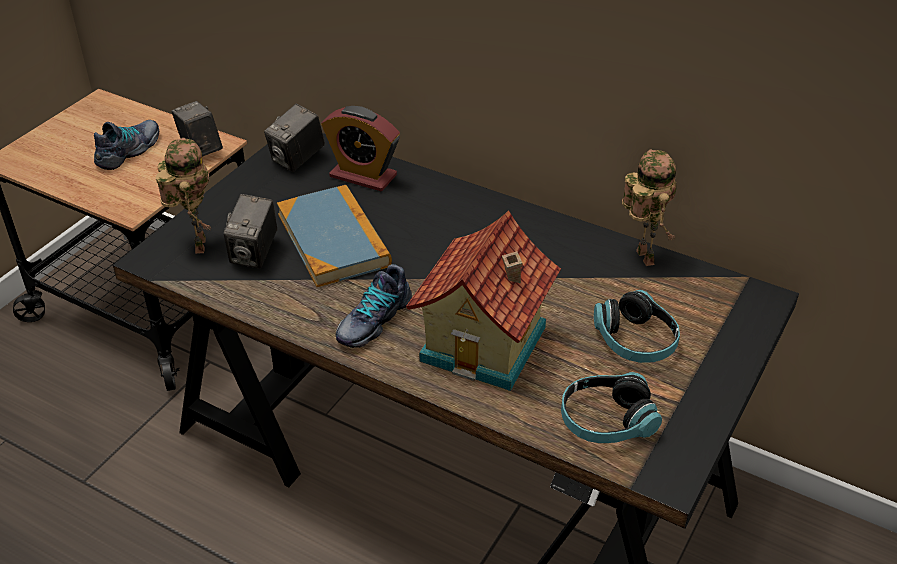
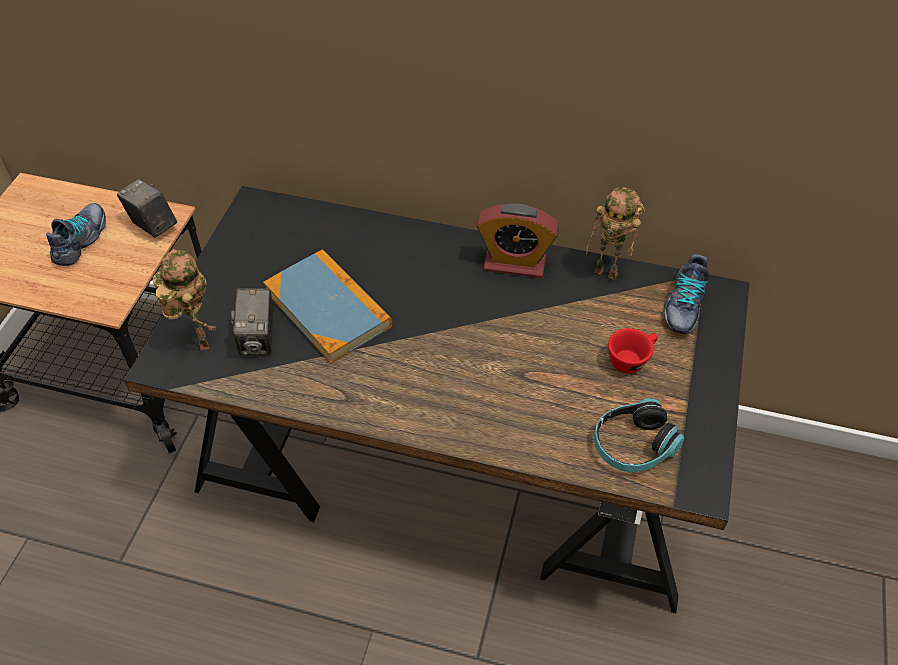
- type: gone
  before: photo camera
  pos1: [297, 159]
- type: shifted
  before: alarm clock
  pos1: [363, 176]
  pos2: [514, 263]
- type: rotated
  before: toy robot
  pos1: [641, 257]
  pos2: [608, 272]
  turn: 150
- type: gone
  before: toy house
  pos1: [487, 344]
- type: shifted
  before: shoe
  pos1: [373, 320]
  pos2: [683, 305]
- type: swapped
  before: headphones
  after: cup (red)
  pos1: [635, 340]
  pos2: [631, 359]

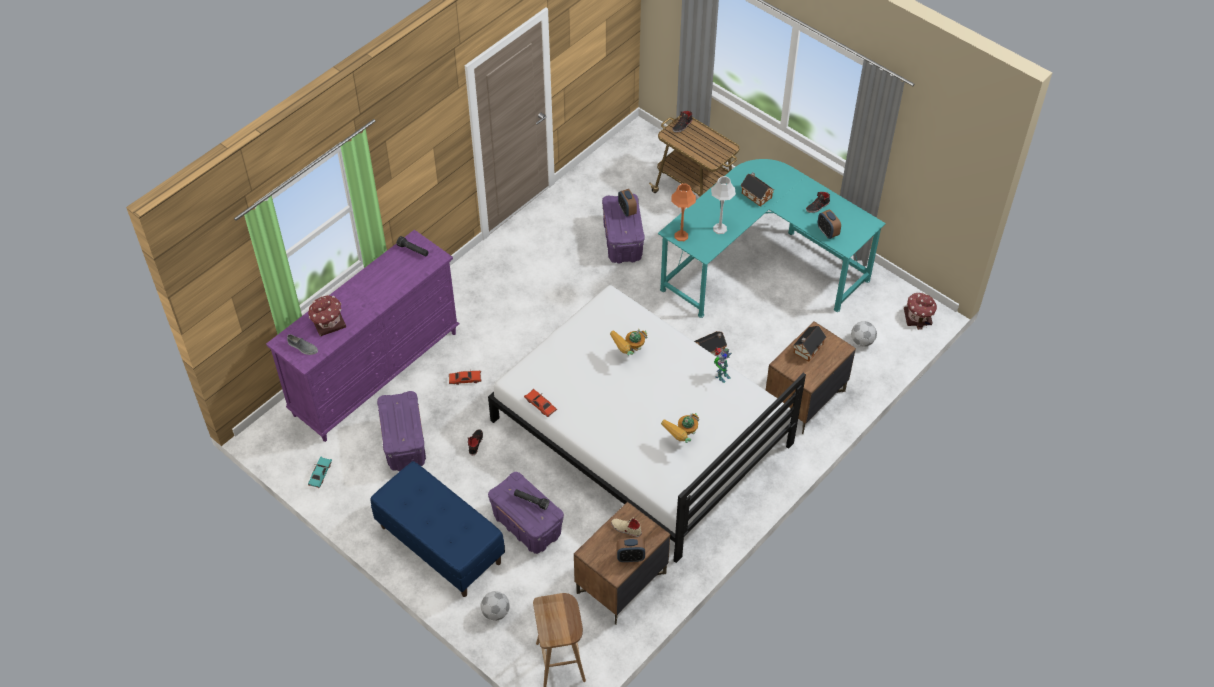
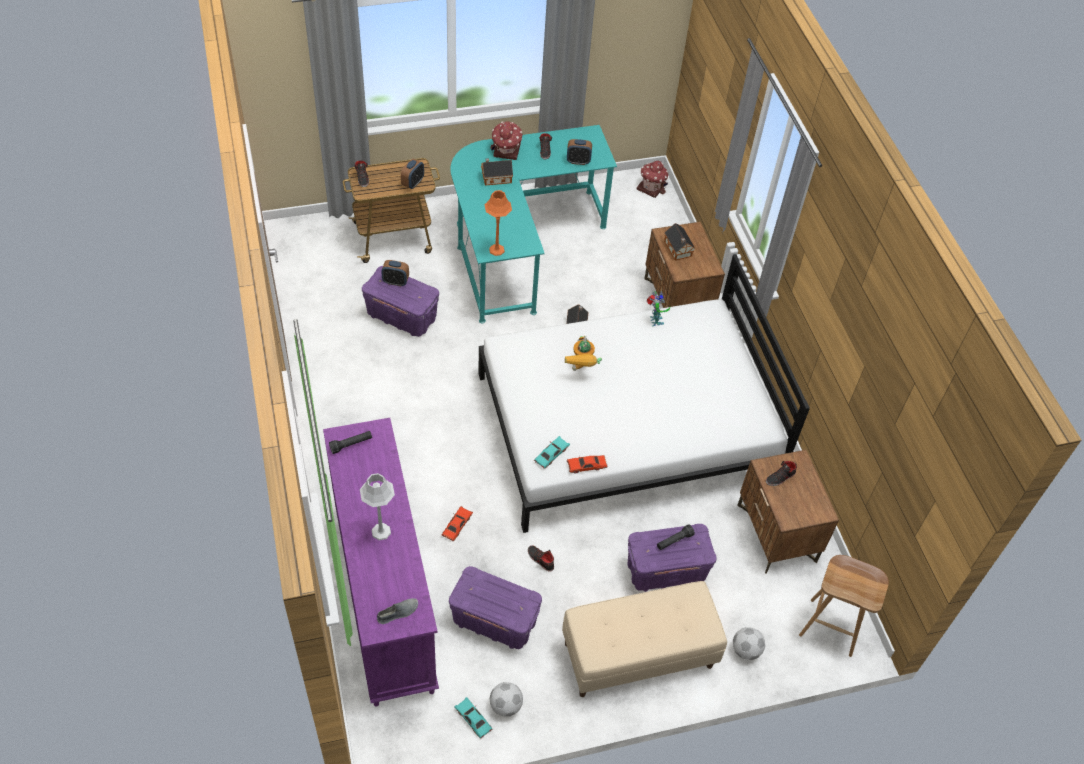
- type: shifted
  before: table lamp (grey)
  pos1: [720, 228]
  pos2: [381, 531]
- type: shifted
  before: toy house
  pos1: [328, 323]
  pos2: [506, 151]
- type: shifted
  before: football
  pos1: [862, 341]
  pos2: [506, 705]
- type: gone
  before: toy robot
  pos1: [681, 441]
- type: repainted
  before: bench (blue)
  after: bench (beige)
  pos1: [439, 545]
  pos2: [638, 656]
- type: repainted
  before: shoe (beige)
  after: shoe (black)
  pos1: [626, 529]
  pos2: [780, 478]
- type: shifted
  before: alarm clock
  pos1: [630, 557]
  pos2: [413, 183]
- type: new
  after: toy car (turquoise)
  pos2: [551, 455]

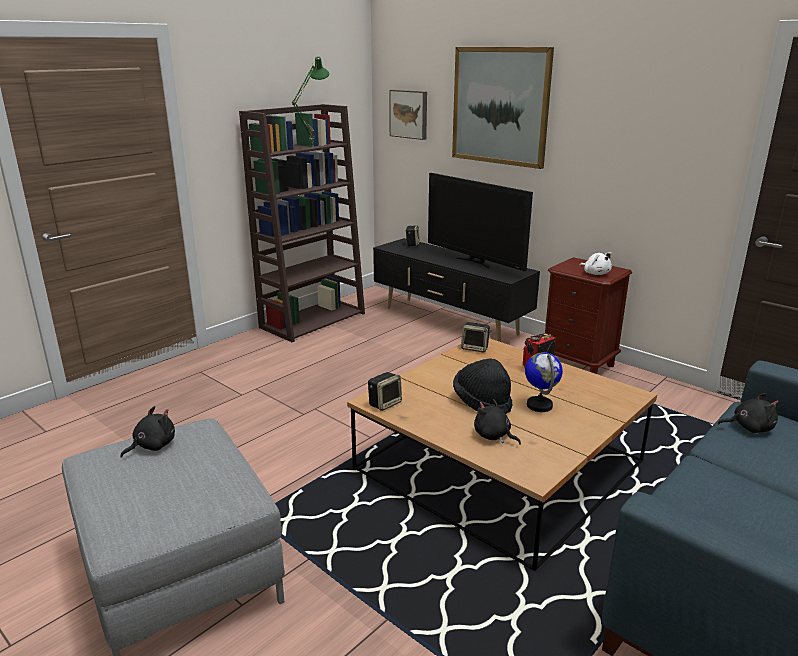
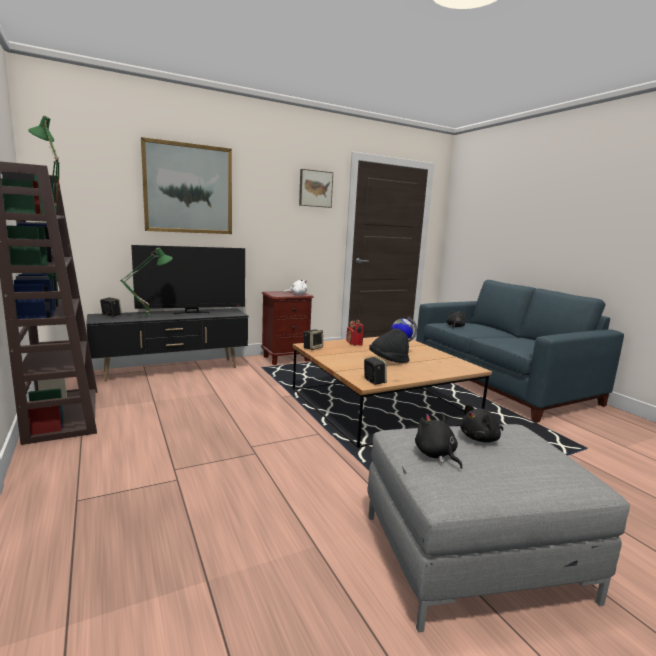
- type: shifted
  before: picture
  pos1: [409, 114]
  pos2: [315, 188]
- type: shifted
  before: plush toy (black)
  pos1: [493, 436]
  pos2: [480, 438]
- type: new
  after: table lamp (green)
  pos2: [149, 318]

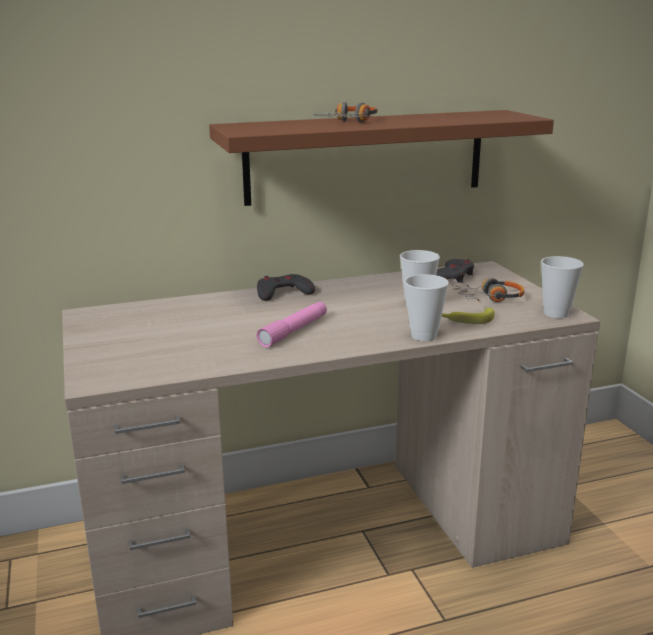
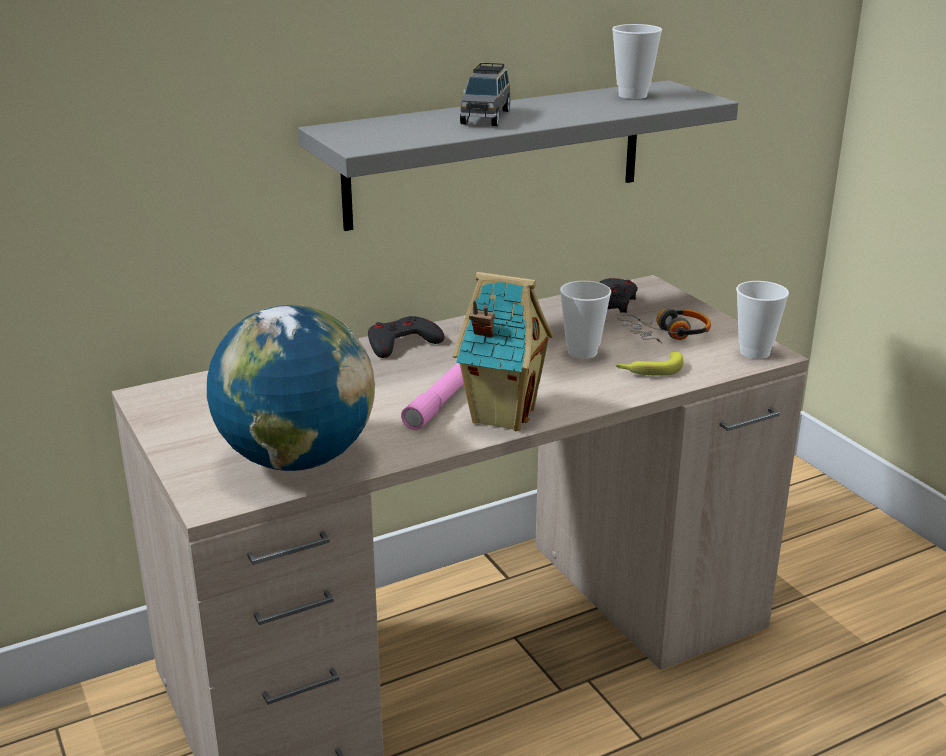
- type: swapped
  before: headphones
  after: toy car (grey)
  pos1: [350, 122]
  pos2: [486, 117]
- type: repainted
  before: shelf (brown)
  after: shelf (grey)
  pos1: [366, 156]
  pos2: [497, 153]
- type: shifted
  before: cup
  pos1: [424, 336]
  pos2: [633, 95]
- type: new
  after: toy house
  pos2: [501, 415]
- type: new
  after: globe
  pos2: [297, 460]

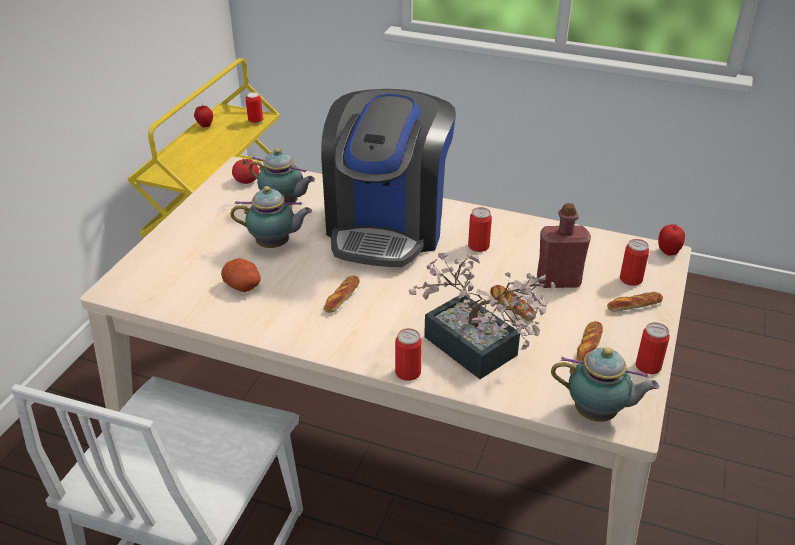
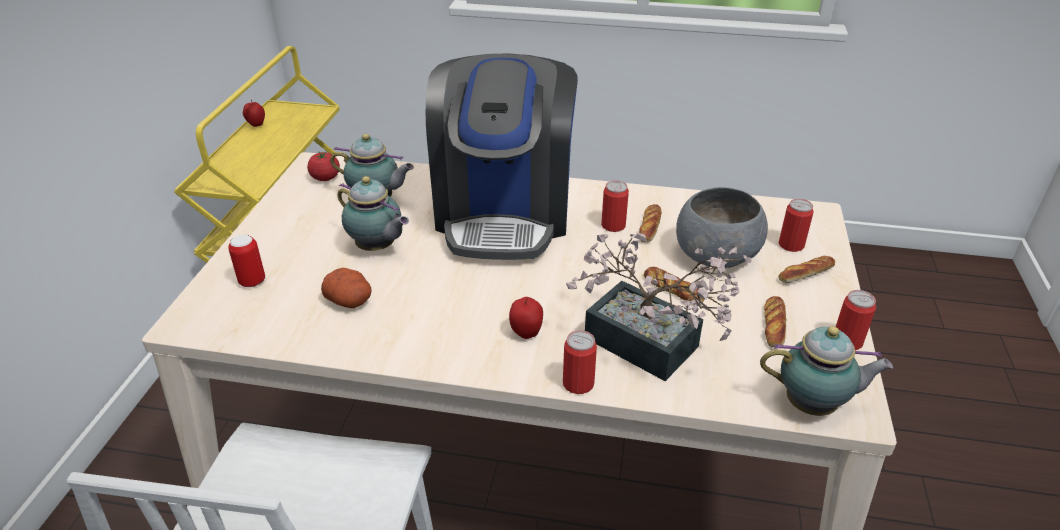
- type: shifted
  before: can
  pos1: [255, 121]
  pos2: [252, 281]
- type: rotated
  before: teapot
  pos1: [275, 245]
  pos2: [377, 248]
  turn: 45
- type: swapped
  before: bottle (red)
  after: bowl (grey)
  pos1: [558, 281]
  pos2: [714, 255]
- type: shifted
  before: apple
  pos1: [668, 252]
  pos2: [526, 333]
- type: shifted
  before: bread
  pos1: [342, 297]
  pos2: [650, 227]

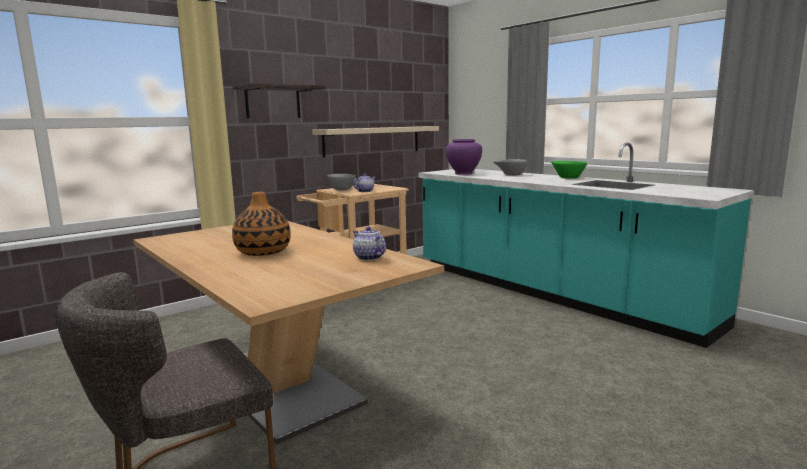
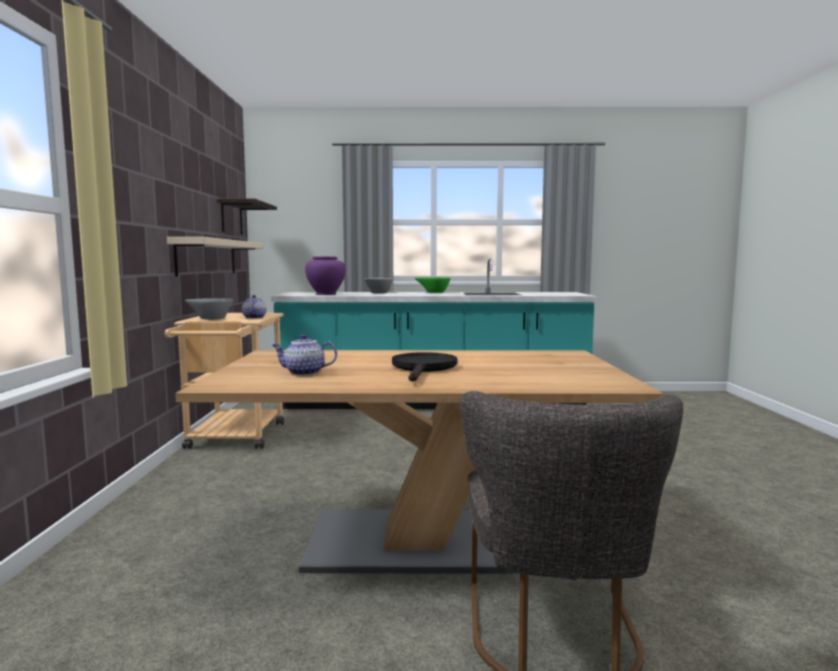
- type: shifted
  before: shelf
  pos1: [273, 102]
  pos2: [231, 218]
- type: swapped
  before: vase
  after: frying pan (black)
  pos1: [263, 252]
  pos2: [423, 368]
- type: shifted
  before: teapot
  pos1: [368, 257]
  pos2: [303, 373]

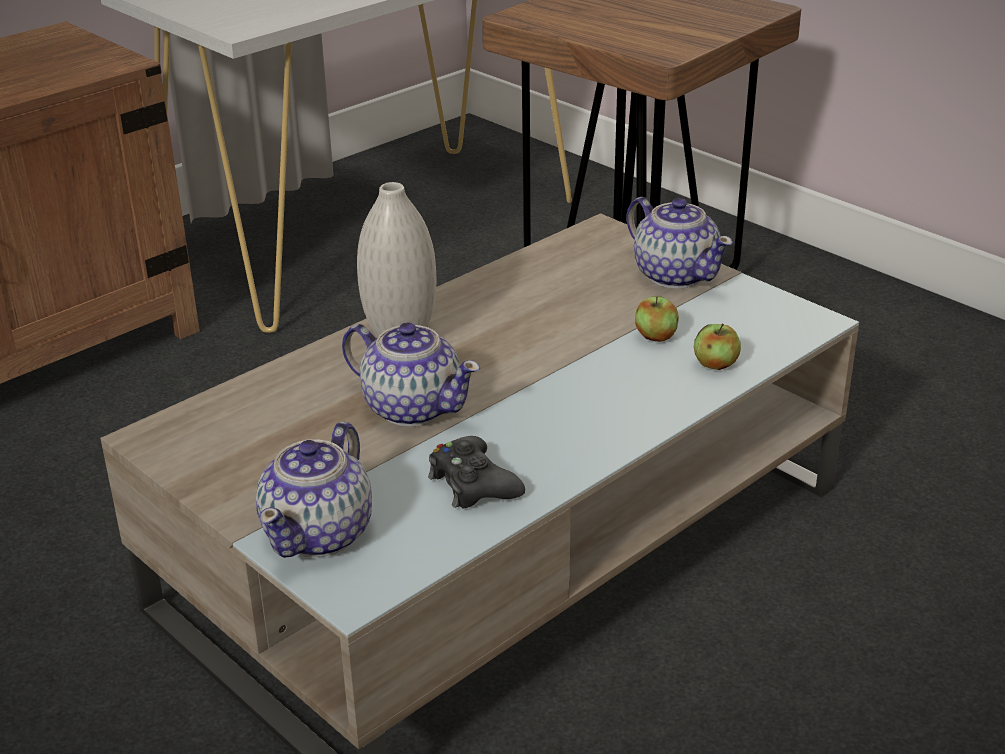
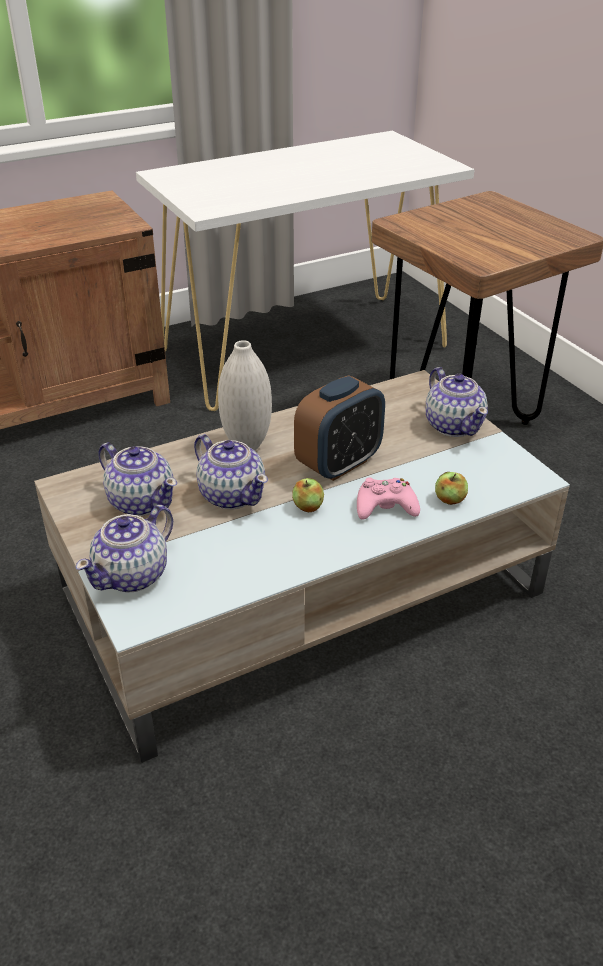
- type: shifted
  before: apple
  pos1: [655, 336]
  pos2: [308, 507]
- type: gone
  before: game controller (black)
  pos1: [473, 484]
- type: new
  after: alarm clock
  pos2: [339, 464]
- type: new
  after: teapot
  pos2: [141, 501]
- type: new
  after: game controller (pink)
  pos2: [385, 507]

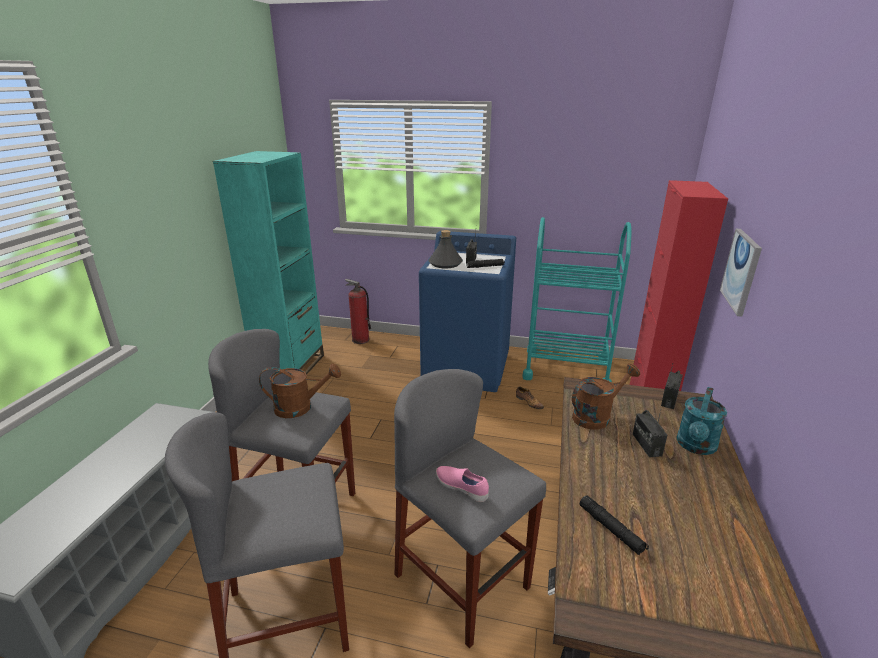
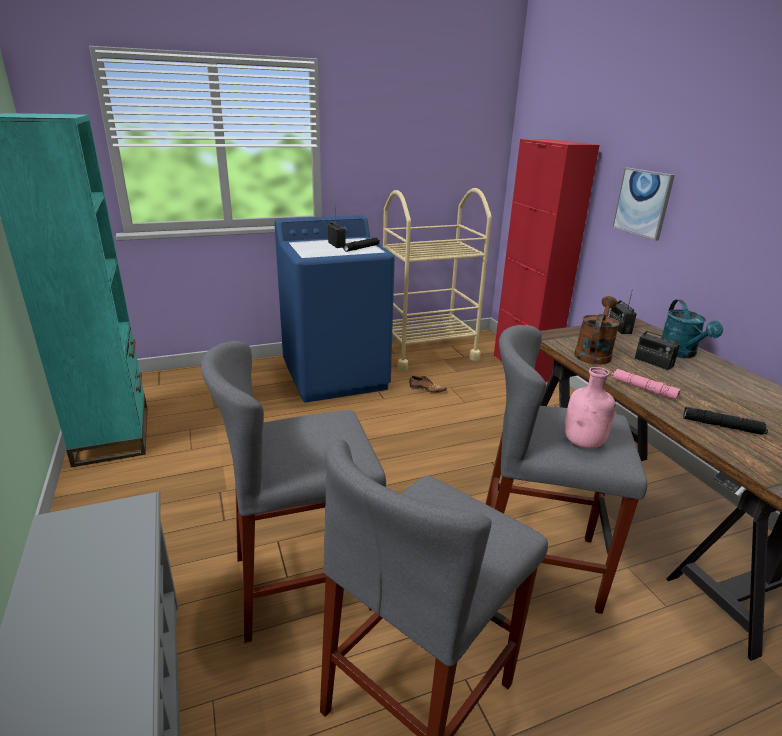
- type: repainted
  before: cart (turquoise)
  after: cart (beige)
  pos1: [566, 368]
  pos2: [427, 352]
- type: gone
  before: bottle (grey)
  pos1: [445, 264]
- type: gone
  before: fire extinguisher
  pos1: [360, 340]
- type: gone
  before: watering can (brown)
  pos1: [300, 407]
- type: swapped
  before: shoe (pink)
  after: bottle (pink)
  pos1: [462, 488]
  pos2: [584, 443]
- type: new
  after: flashlight (pink)
  pos2: [643, 389]

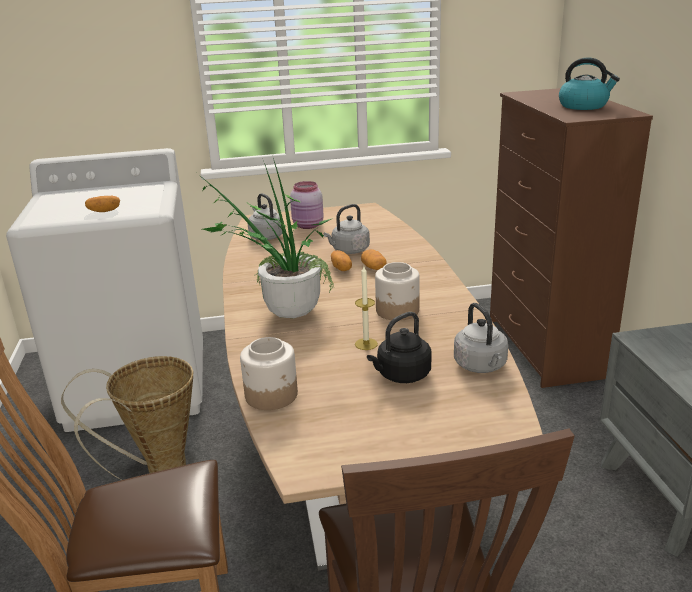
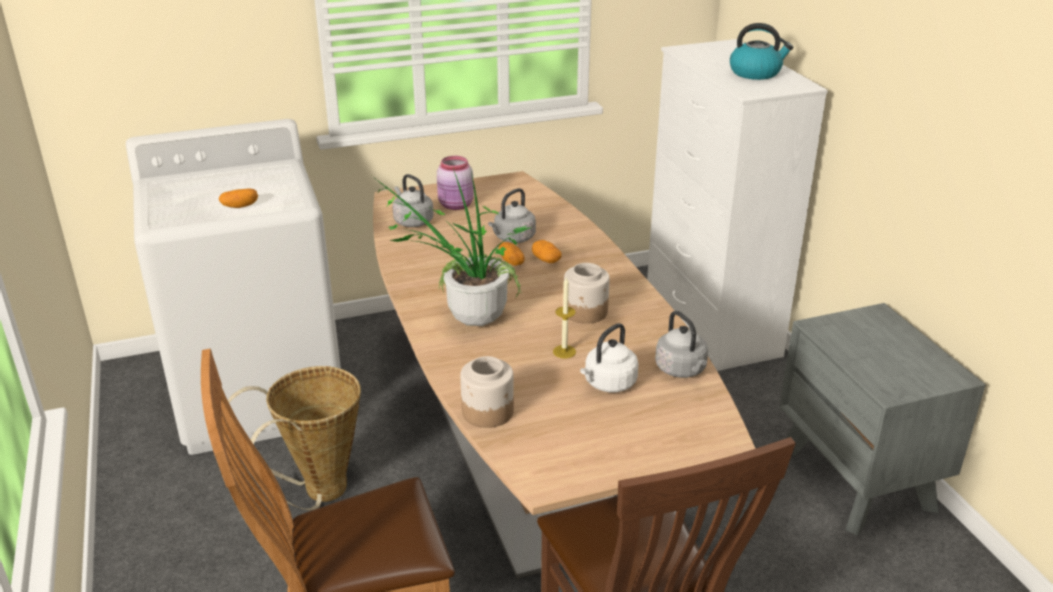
- type: repainted
  before: dresser (brown)
  after: dresser (white)
  pos1: [545, 348]
  pos2: [710, 325]
- type: repainted
  before: kettle (black)
  after: kettle (white)
  pos1: [401, 375]
  pos2: [608, 384]

